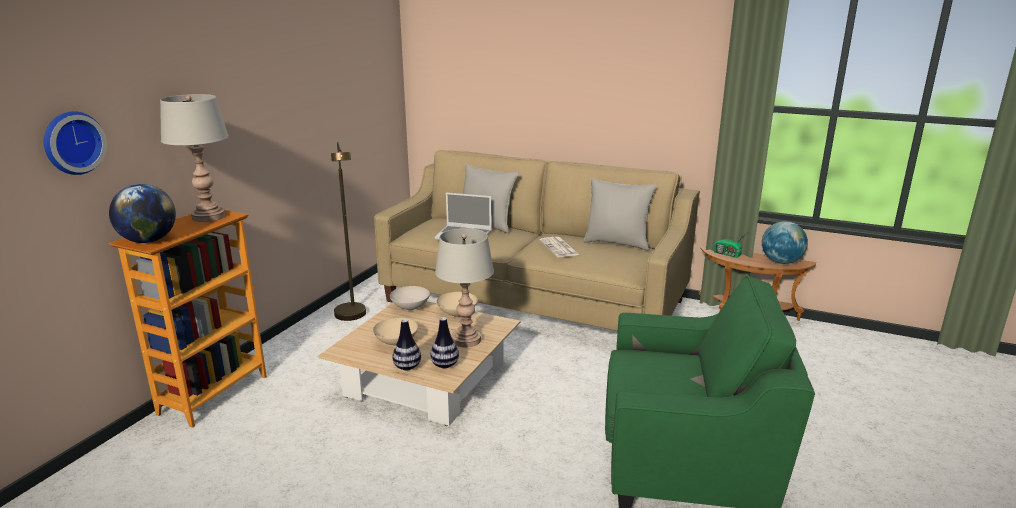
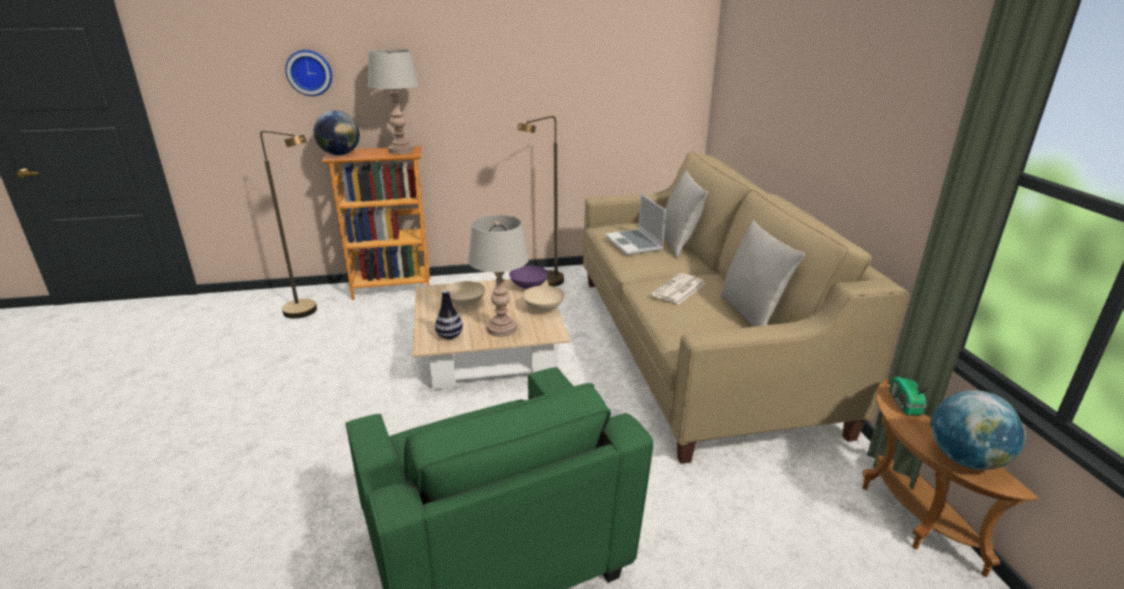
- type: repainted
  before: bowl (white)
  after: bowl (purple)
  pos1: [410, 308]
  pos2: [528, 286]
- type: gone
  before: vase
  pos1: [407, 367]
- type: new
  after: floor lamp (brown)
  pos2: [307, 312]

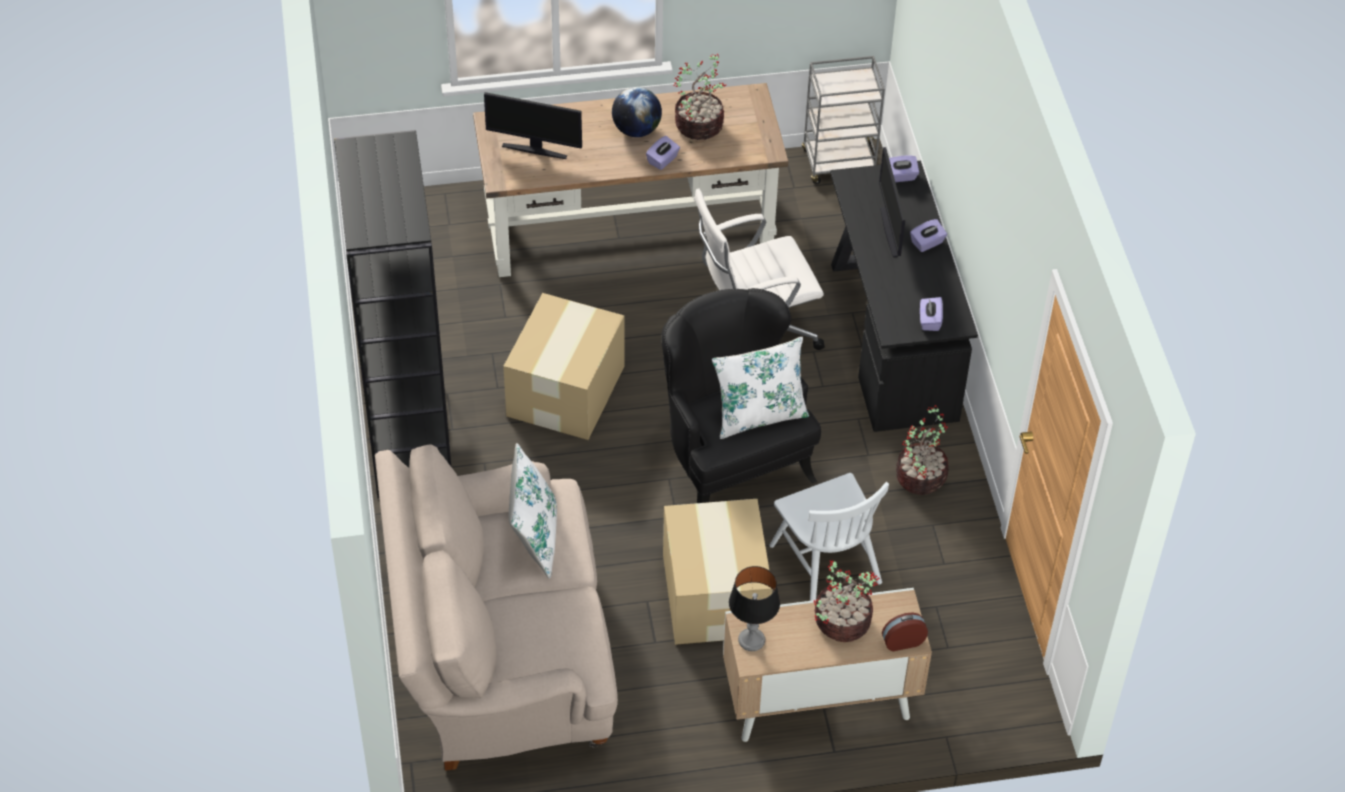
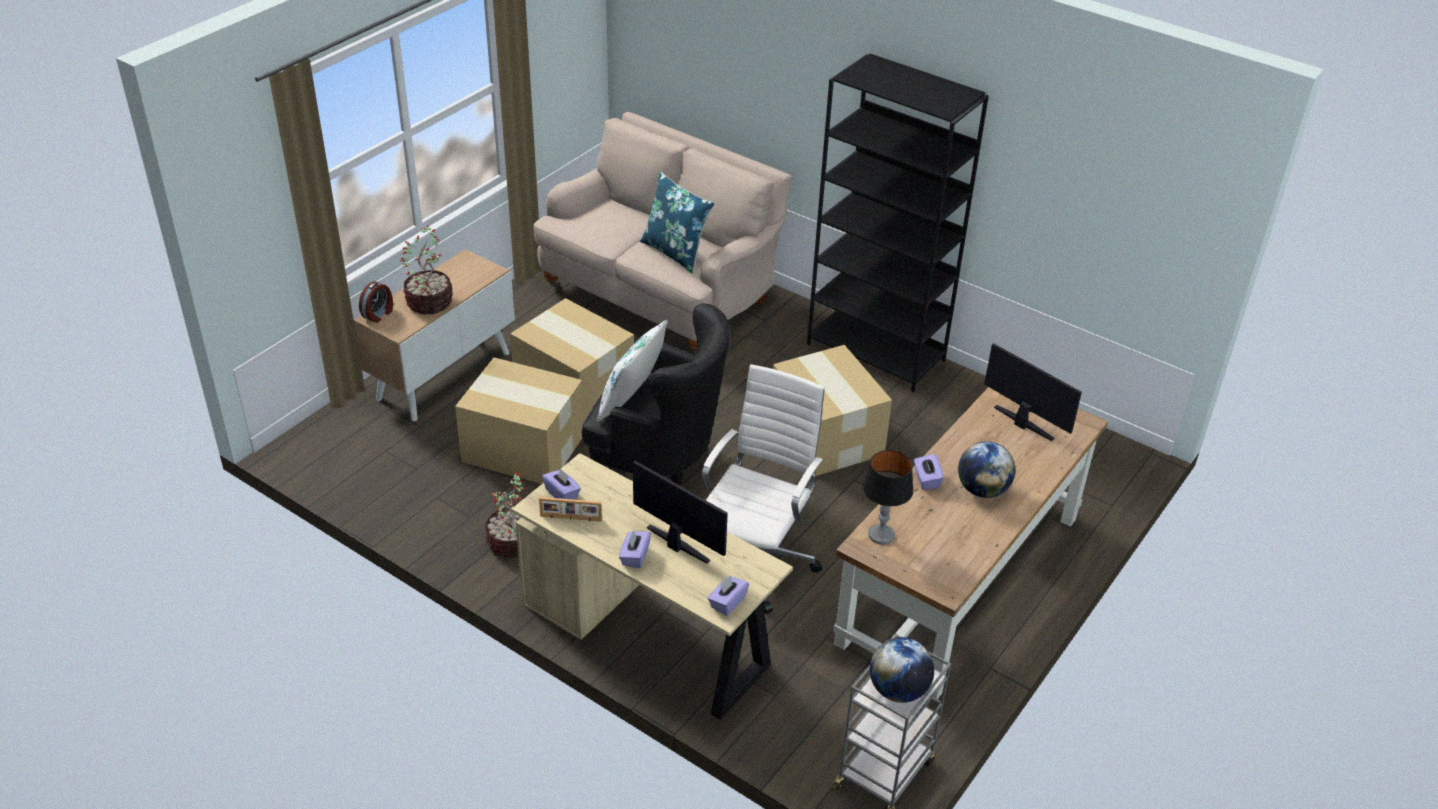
- type: gone
  before: potted plant
  pos1: [700, 125]
- type: rotated
  before: monitor
  pos1: [535, 150]
  pos2: [1022, 424]
  turn: 75
- type: repainted
  before: desk (black)
  after: desk (beige)
  pos1: [891, 337]
  pos2: [649, 636]
- type: repainted
  before: pillow (white)
  after: pillow (blue)
  pos1: [534, 538]
  pos2: [675, 252]
- type: swapped
  before: chair (white)
  after: cardboard box
  pos1: [825, 563]
  pos2: [522, 447]
- type: shifted
  before: table lamp
  pos1: [751, 640]
  pos2: [881, 535]
- type: new
  after: picture frame
  pos2: [570, 518]
- type: new
  after: globe
  pos2: [898, 690]

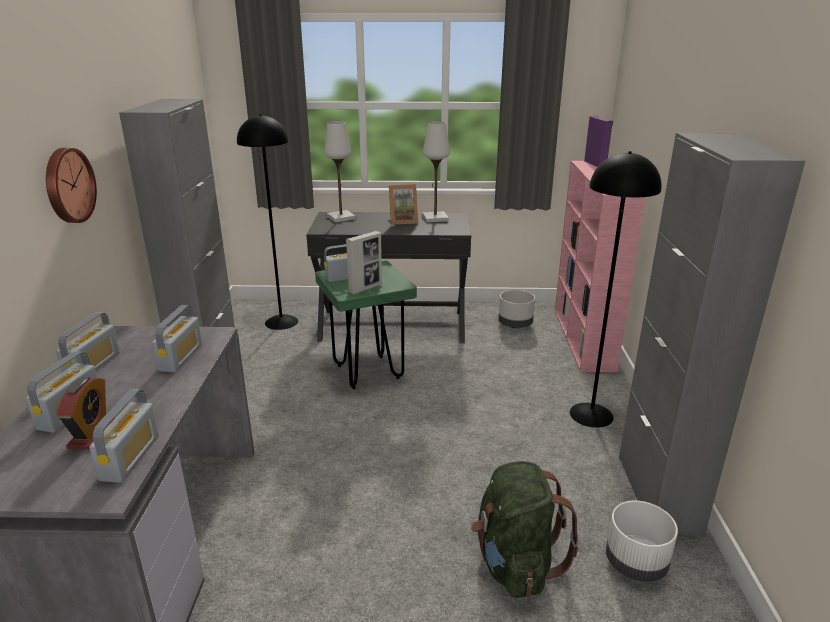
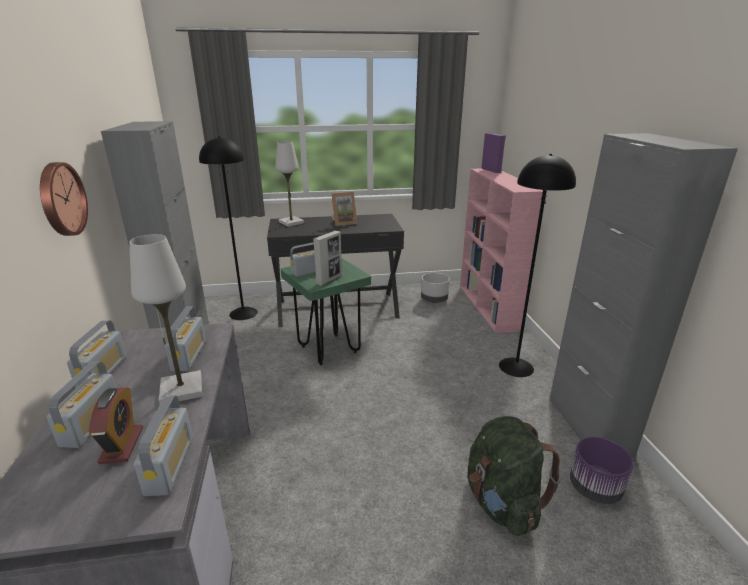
- type: shifted
  before: table lamp (white)
  pos1: [435, 218]
  pos2: [181, 389]
- type: repainted
  before: planter (white)
  after: planter (purple)
  pos1: [635, 564]
  pos2: [594, 489]

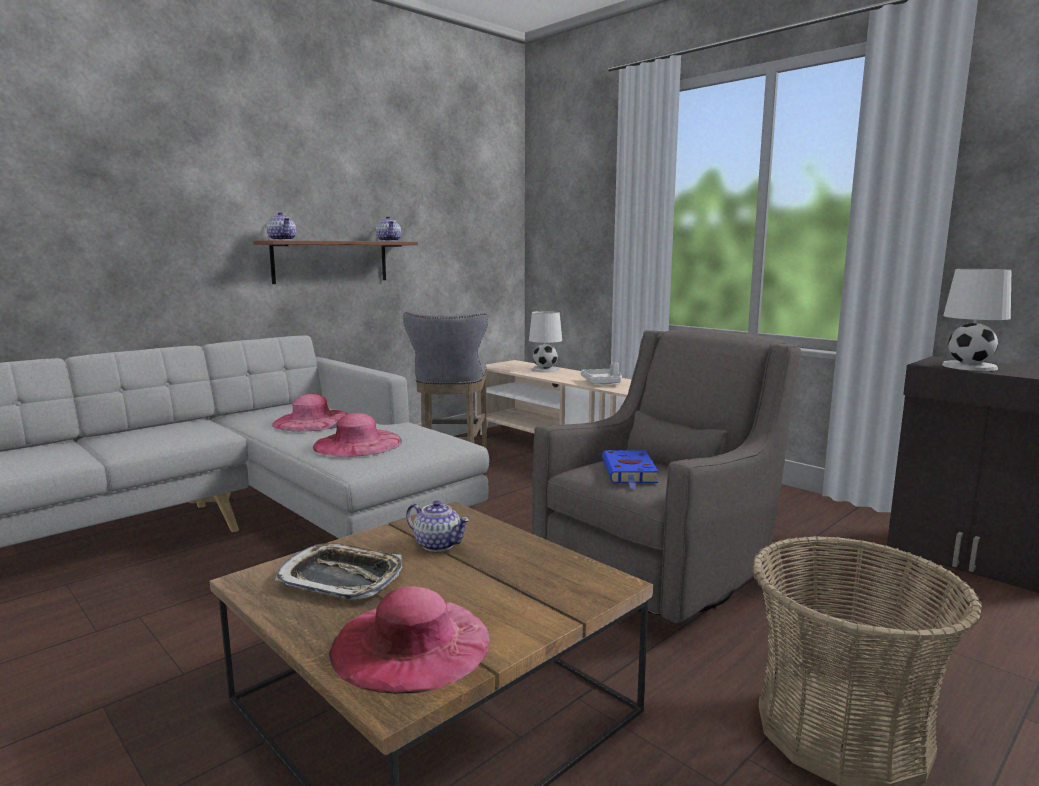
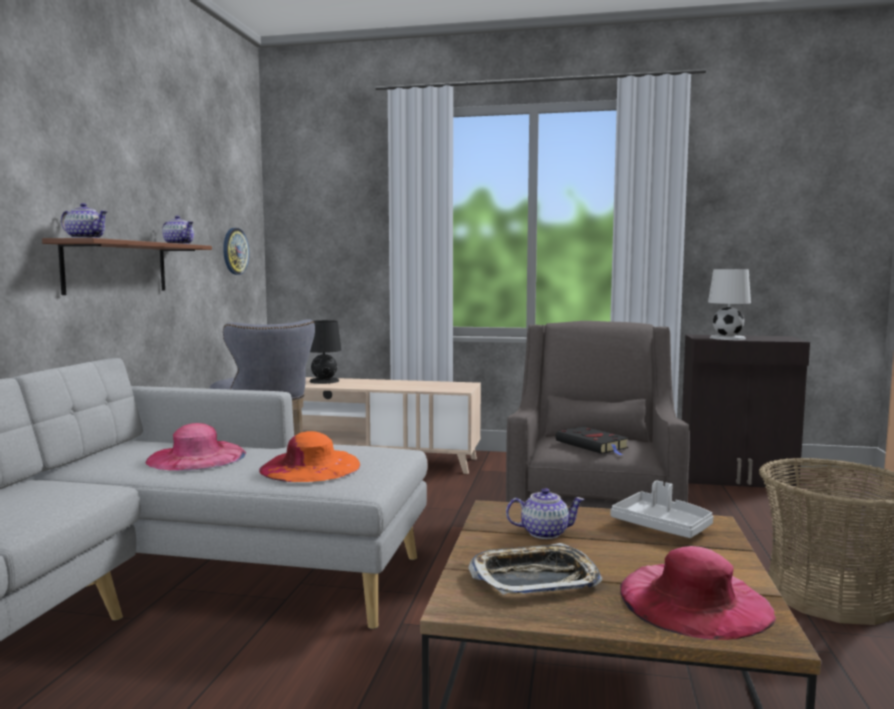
- type: repainted
  before: table lamp (white)
  after: table lamp (black)
  pos1: [545, 370]
  pos2: [324, 381]
- type: shifted
  before: tray (grey)
  pos1: [603, 383]
  pos2: [662, 526]
- type: repainted
  before: hat (pink)
  after: hat (orange)
  pos1: [357, 443]
  pos2: [310, 467]
- type: repainted
  before: book (blue)
  after: book (black)
  pos1: [629, 472]
  pos2: [593, 445]
- type: new
  after: wall clock
  pos2: [235, 251]

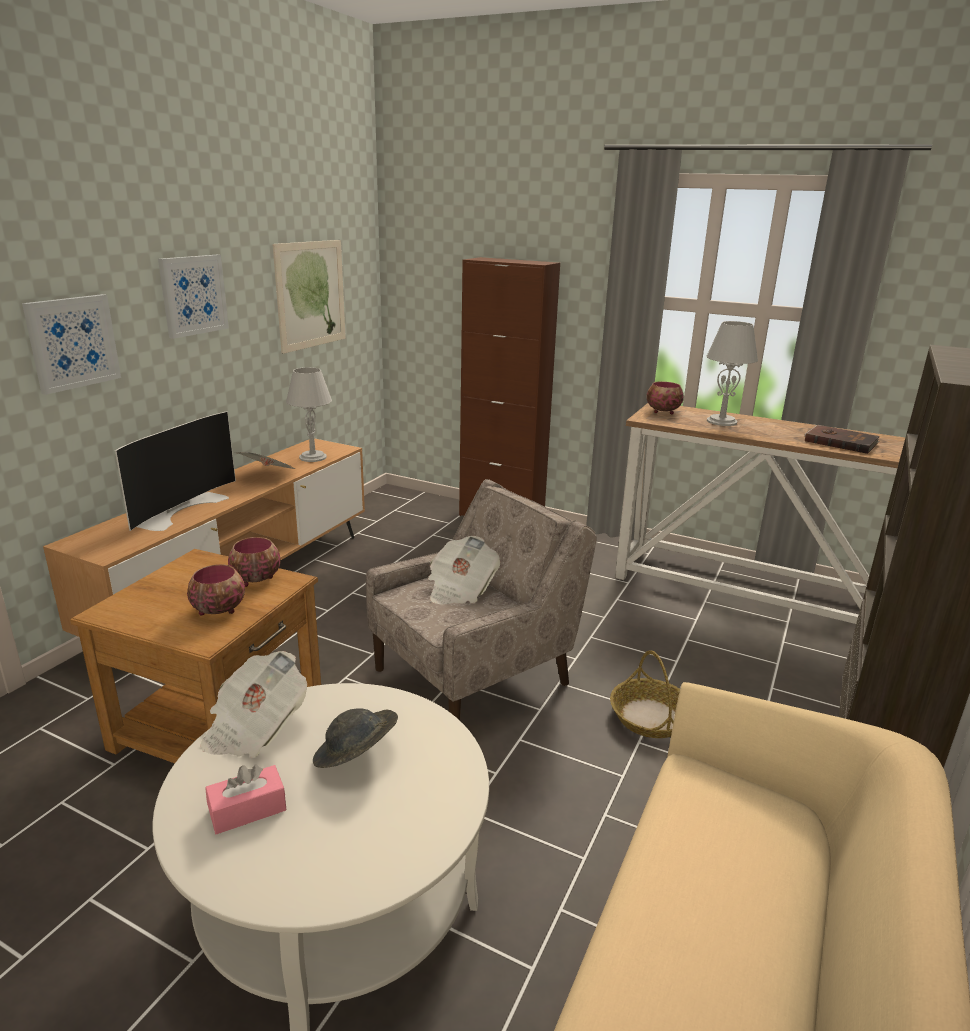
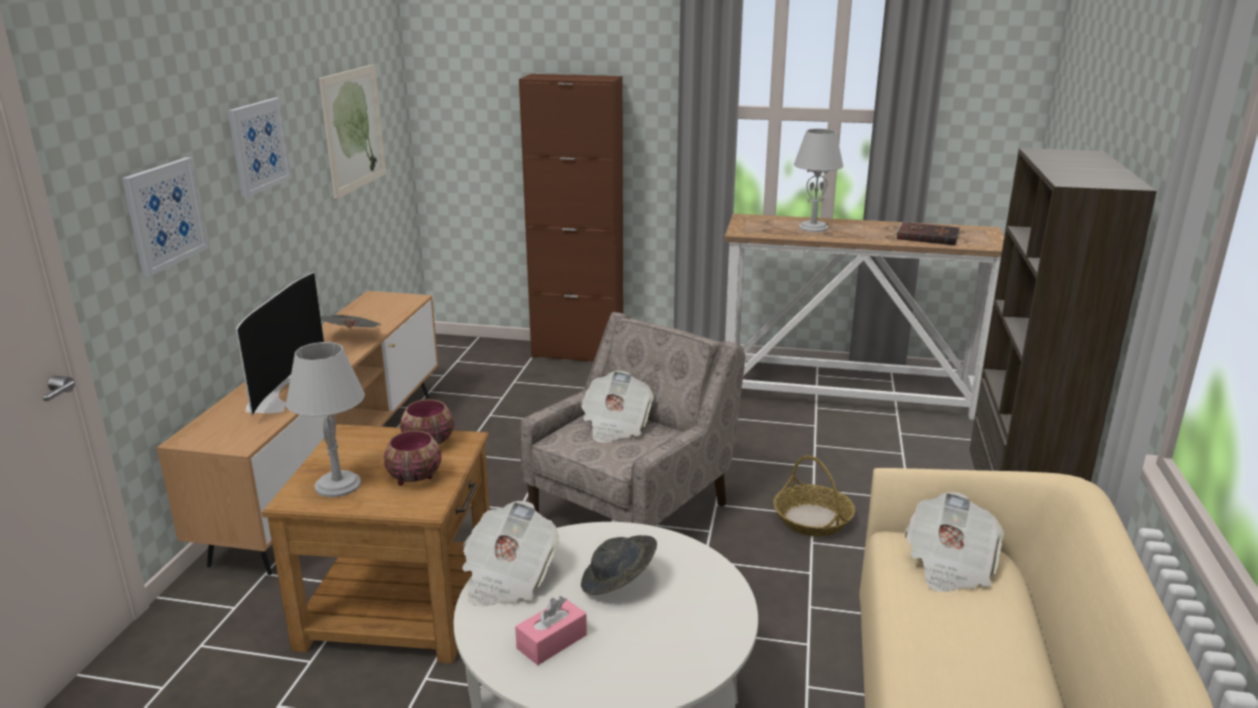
- type: shifted
  before: table lamp (grey)
  pos1: [312, 457]
  pos2: [337, 485]
- type: gone
  before: bowl
  pos1: [662, 412]
- type: new
  after: newspaper
  pos2: [949, 565]

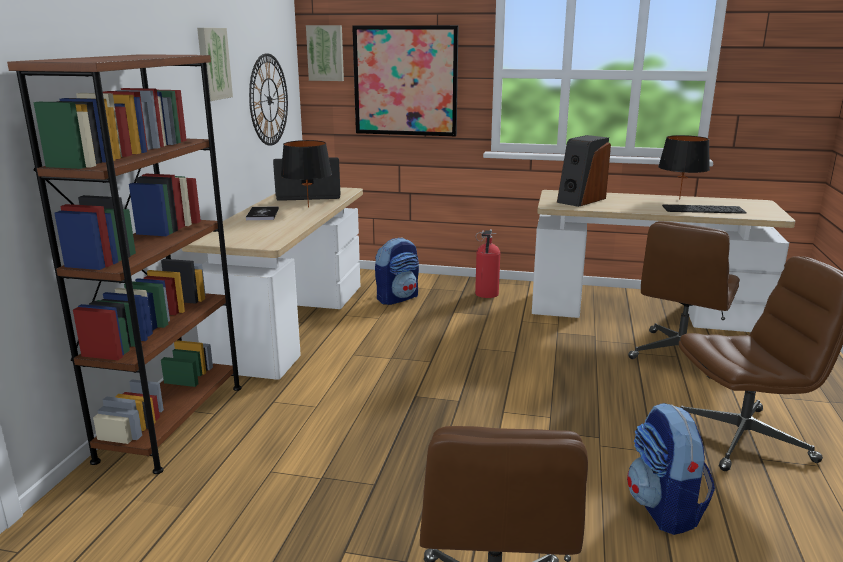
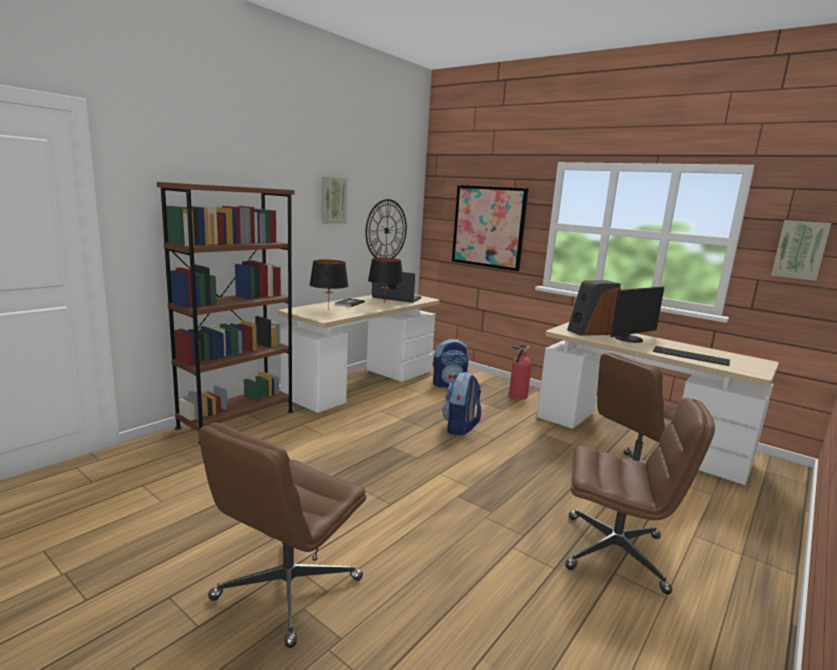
- type: shifted
  before: picture
  pos1: [325, 53]
  pos2: [800, 249]
- type: shifted
  before: table lamp (black)
  pos1: [679, 199]
  pos2: [328, 310]
- type: shifted
  before: backpack
  pos1: [664, 509]
  pos2: [461, 428]
- type: new
  after: monitor
  pos2: [630, 339]

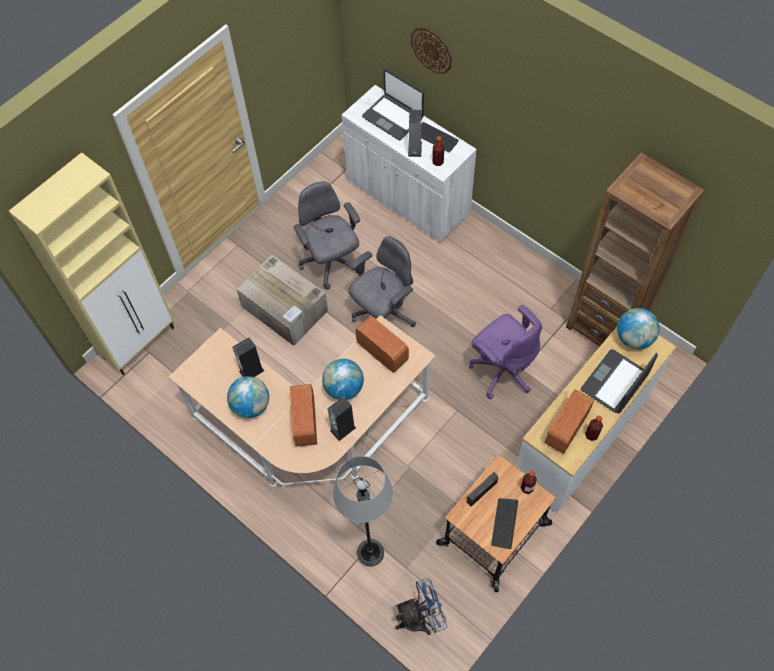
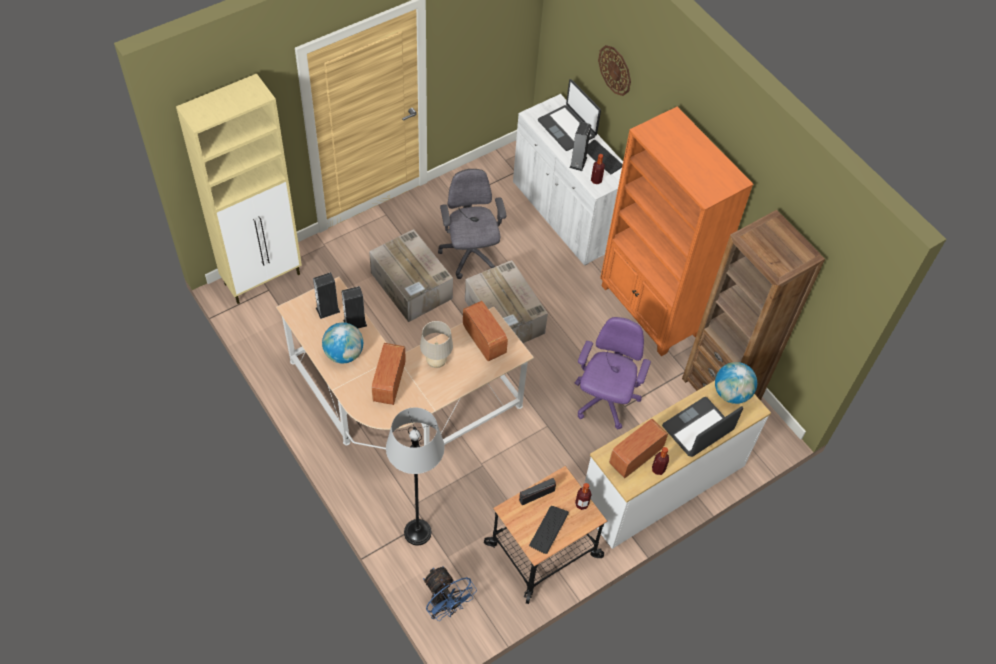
- type: swapped
  before: office chair (grey)
  after: cardboard box
  pos1: [383, 315]
  pos2: [505, 317]
- type: rotated
  before: office chair (purple)
  pos1: [502, 370]
  pos2: [604, 401]
  turn: -135
- type: swapped
  before: globe
  after: table lamp (beige)
  pos1: [344, 388]
  pos2: [436, 362]
- type: shifted
  before: speaker
  pos1: [343, 429]
  pos2: [328, 310]
- type: rotated
  before: fan (blue)
  pos1: [420, 618]
  pos2: [445, 606]
  turn: 60
- type: new
  after: bookcase (orange)
  pos2: [649, 311]

